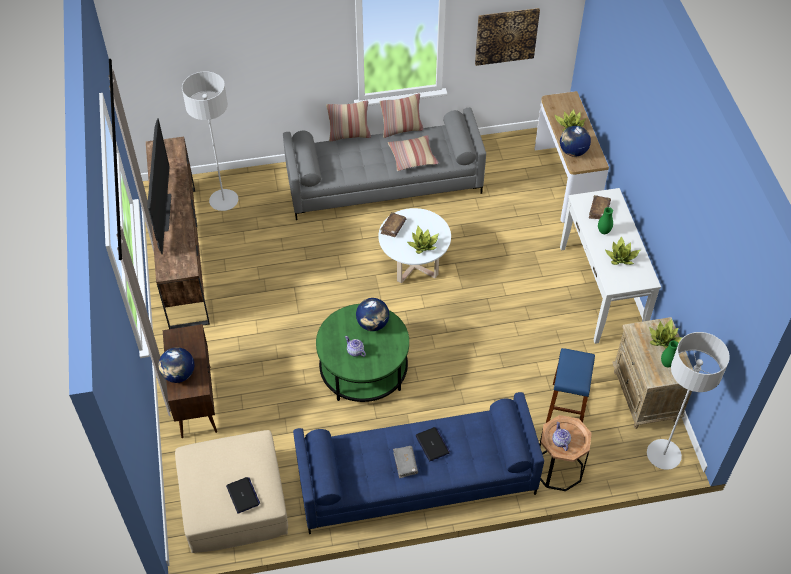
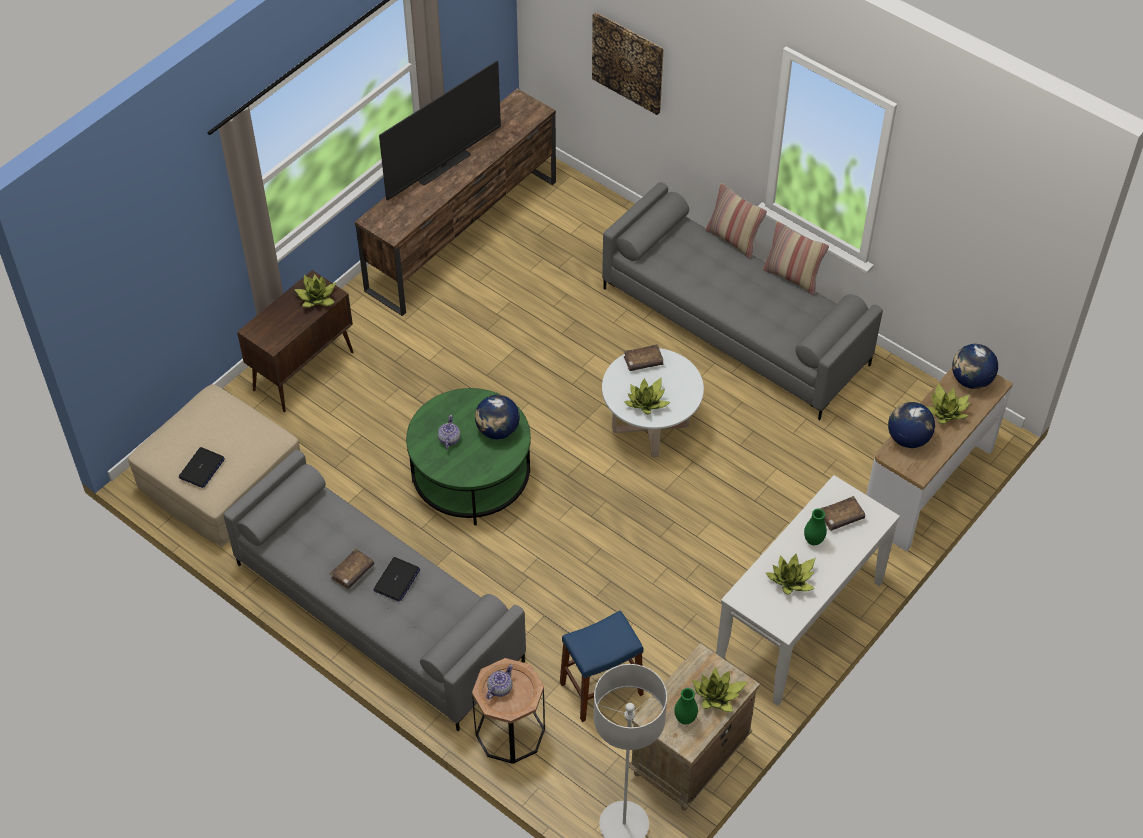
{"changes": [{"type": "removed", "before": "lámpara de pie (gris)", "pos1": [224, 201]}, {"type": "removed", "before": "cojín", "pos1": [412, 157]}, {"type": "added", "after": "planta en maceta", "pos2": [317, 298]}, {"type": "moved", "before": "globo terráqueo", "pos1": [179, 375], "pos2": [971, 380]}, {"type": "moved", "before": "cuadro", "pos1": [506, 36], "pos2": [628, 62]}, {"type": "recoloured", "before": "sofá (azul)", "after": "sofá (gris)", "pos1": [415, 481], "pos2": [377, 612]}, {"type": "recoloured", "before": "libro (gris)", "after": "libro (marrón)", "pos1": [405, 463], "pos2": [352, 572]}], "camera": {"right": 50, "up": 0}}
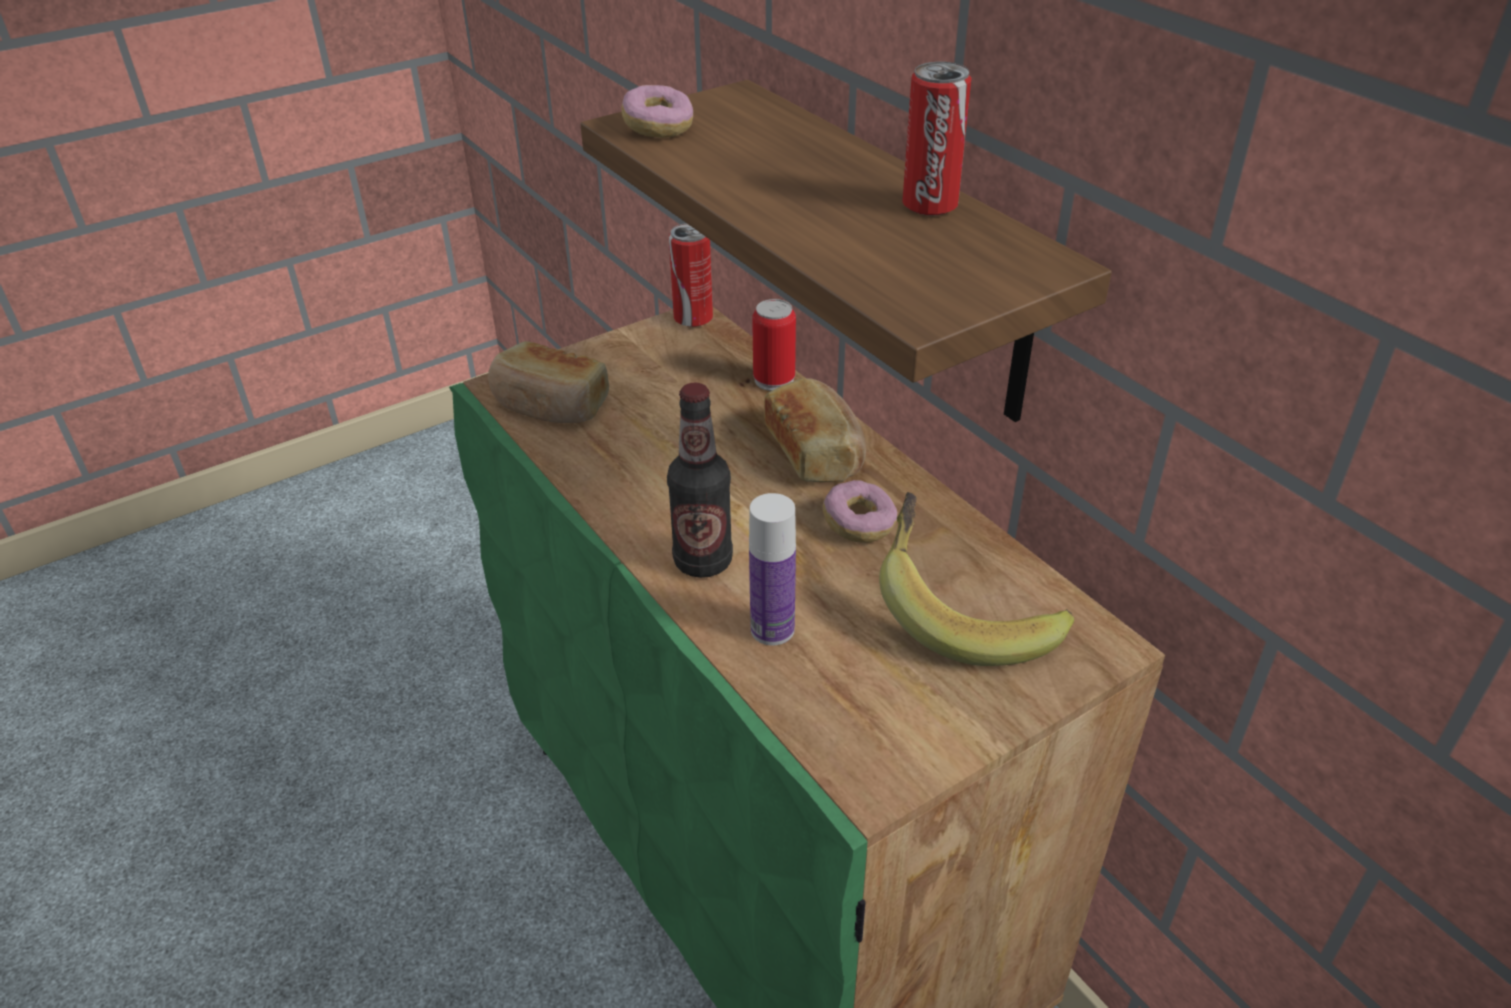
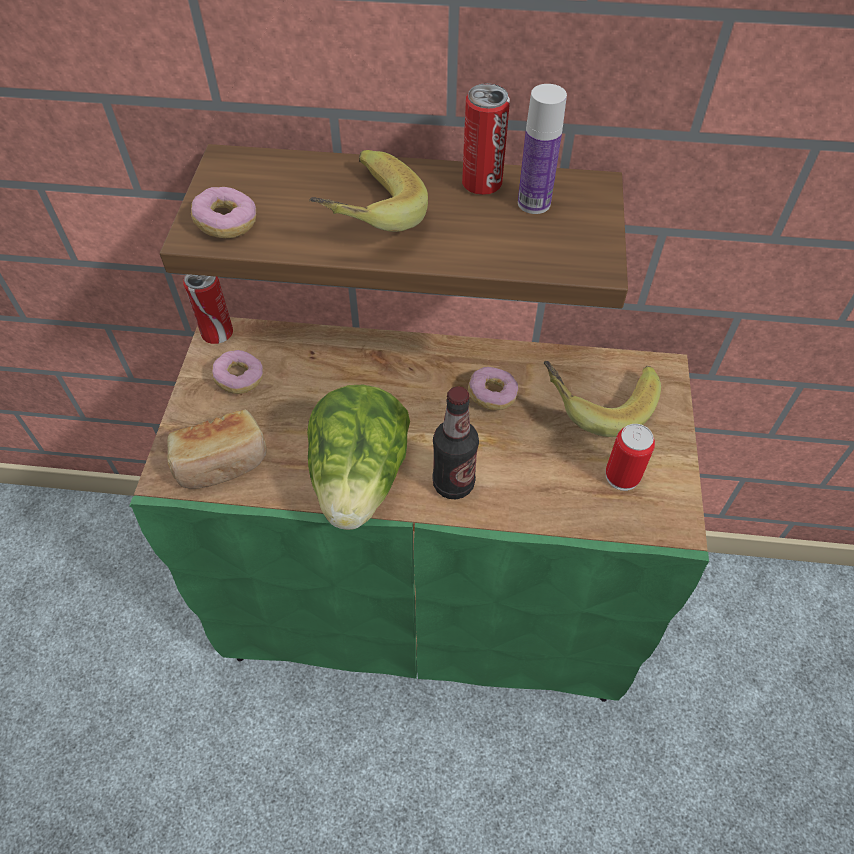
{"changes": [{"type": "removed", "before": "pan", "pos1": [816, 451]}, {"type": "added", "after": "rosquilla", "pos2": [240, 379]}, {"type": "added", "after": "lechuga", "pos2": [360, 480]}, {"type": "added", "after": "plátano", "pos2": [363, 218]}, {"type": "moved", "before": "botella", "pos1": [772, 629], "pos2": [534, 203]}, {"type": "moved", "before": "lata", "pos1": [774, 380], "pos2": [622, 476]}], "camera": {"right": -50, "up": 15}}
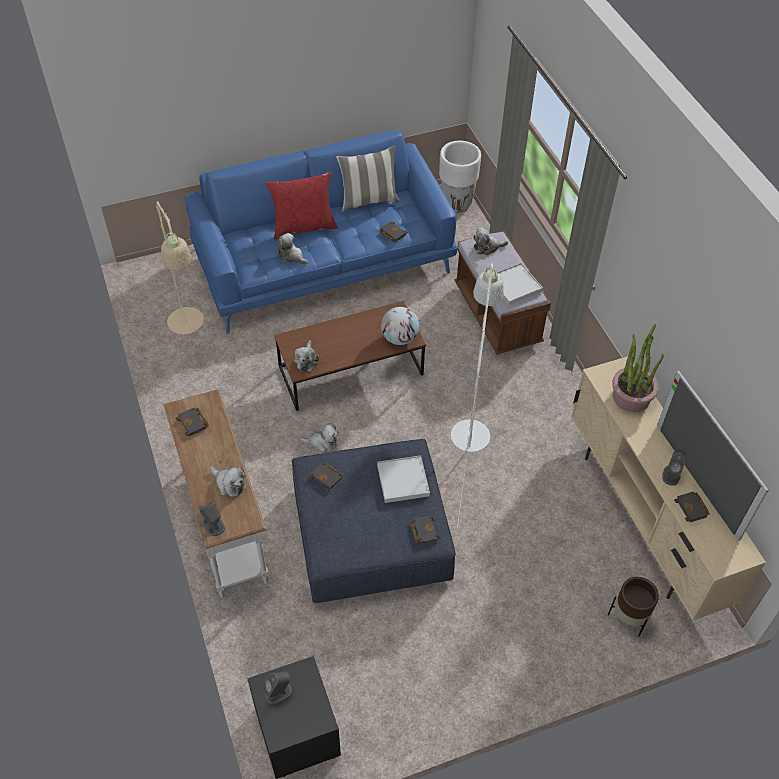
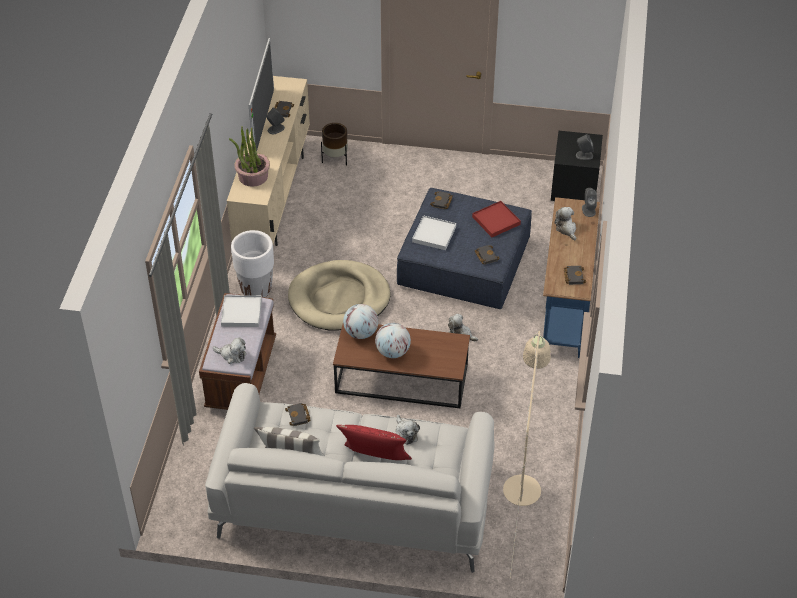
{"changes": [{"type": "removed", "before": "peluche", "pos1": [306, 360]}, {"type": "added", "after": "globo terráqueo", "pos2": [392, 352]}, {"type": "added", "after": "bandeja (rojo)", "pos2": [496, 221]}, {"type": "moved", "before": "maceta (blanco)", "pos1": [456, 203], "pos2": [256, 290]}, {"type": "replaced", "before": "lámpara de pie (blanco)", "after": "cama para perro (beis)", "pos1": [471, 427], "pos2": [339, 299]}, {"type": "recoloured", "before": "mesa consola (blanco)", "after": "mesa consola (azul)", "pos1": [226, 524], "pos2": [564, 309]}, {"type": "recoloured", "before": "sofá (azul)", "after": "sofá (blanco)", "pos1": [324, 260], "pos2": [353, 498]}], "camera": {"right": -150, "up": -5}}
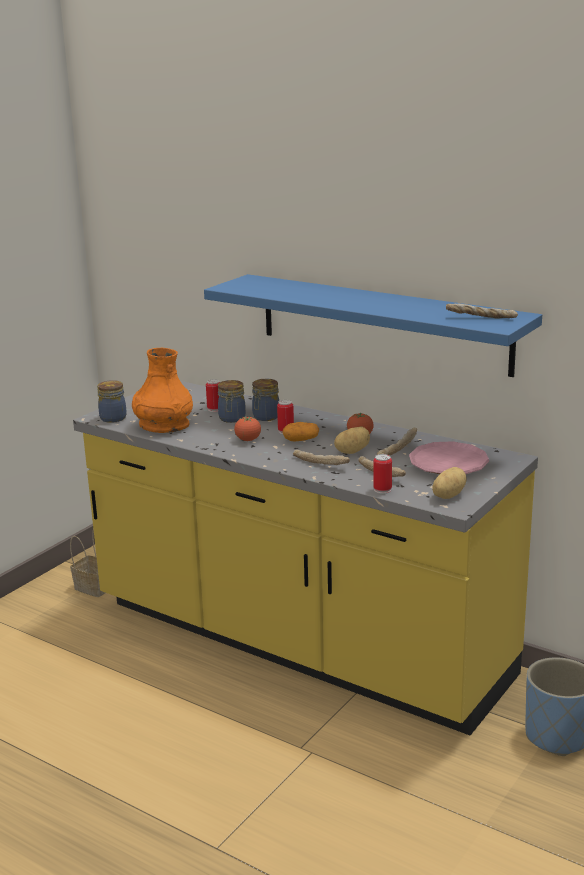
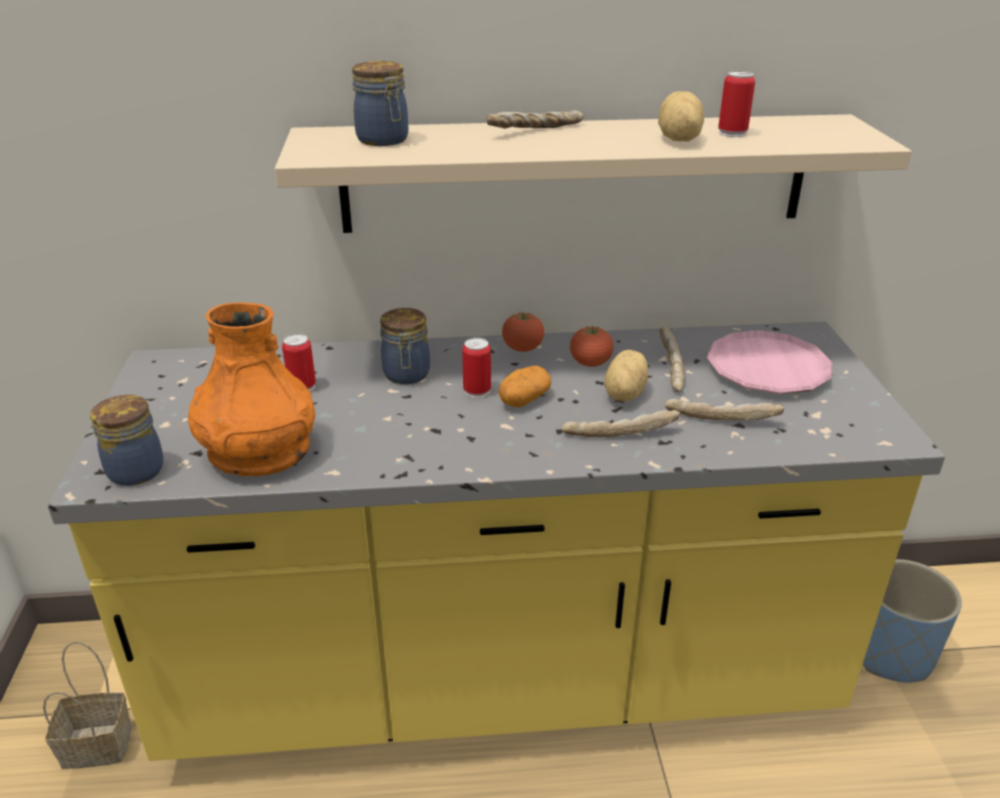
{"changes": [{"type": "moved", "before": "tarro", "pos1": [232, 419], "pos2": [384, 140]}, {"type": "moved", "before": "tomate", "pos1": [248, 440], "pos2": [522, 349]}, {"type": "moved", "before": "lata", "pos1": [382, 490], "pos2": [732, 133]}, {"type": "moved", "before": "patata", "pos1": [447, 495], "pos2": [677, 140]}, {"type": "moved", "before": "pan", "pos1": [481, 318], "pos2": [536, 131]}, {"type": "recoloured", "before": "estante (azul)", "after": "estante (beis)", "pos1": [382, 323], "pos2": [575, 173]}], "camera": {"right": -40, "up": 10}}
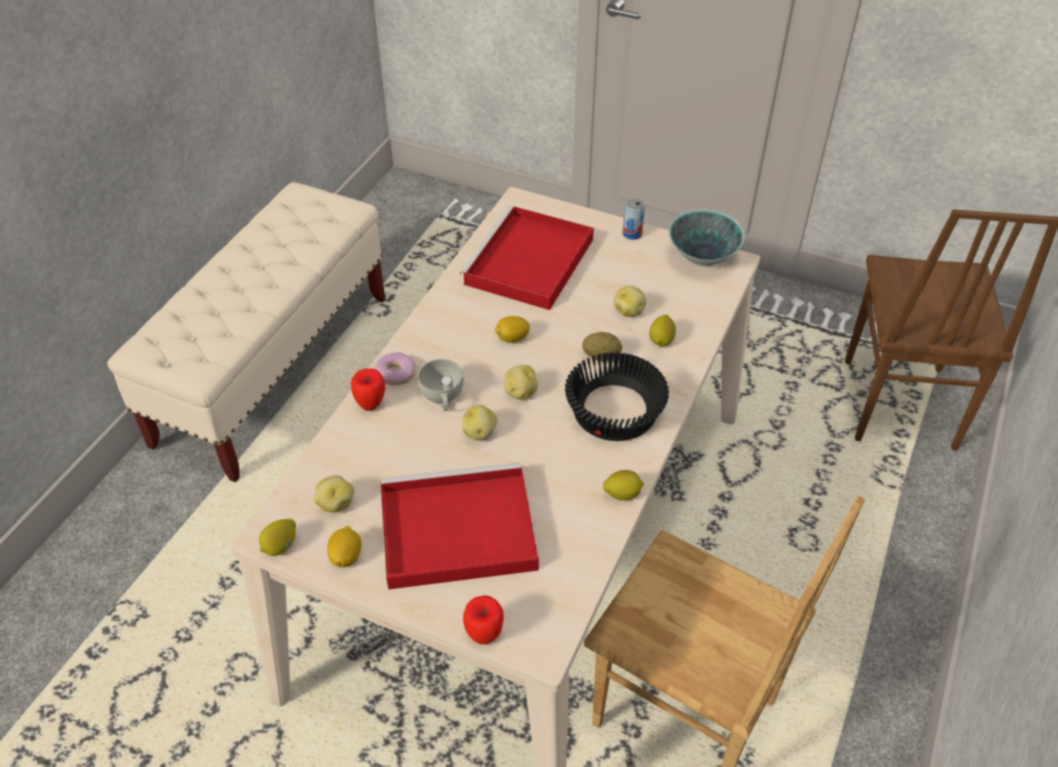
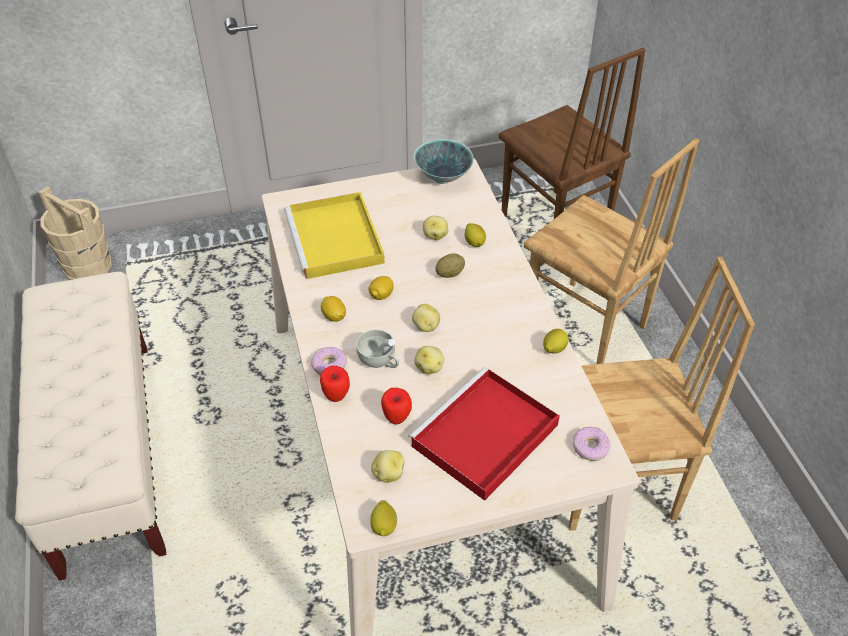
{"changes": [{"type": "removed", "before": "cuenco (negro)", "pos1": [613, 412]}, {"type": "removed", "before": "lata", "pos1": [632, 234]}, {"type": "added", "after": "cubo (beis)", "pos2": [88, 266]}, {"type": "added", "after": "silla (marrón)", "pos2": [584, 327]}, {"type": "added", "after": "rosquilla", "pos2": [590, 447]}, {"type": "moved", "before": "limón", "pos1": [346, 556], "pos2": [334, 316]}, {"type": "moved", "before": "manzana", "pos1": [484, 635], "pos2": [396, 418]}, {"type": "recoloured", "before": "bandeja (rojo)", "after": "bandeja (amarillo)", "pos1": [529, 263], "pos2": [336, 240]}], "camera": {"right": -40, "up": 0}}
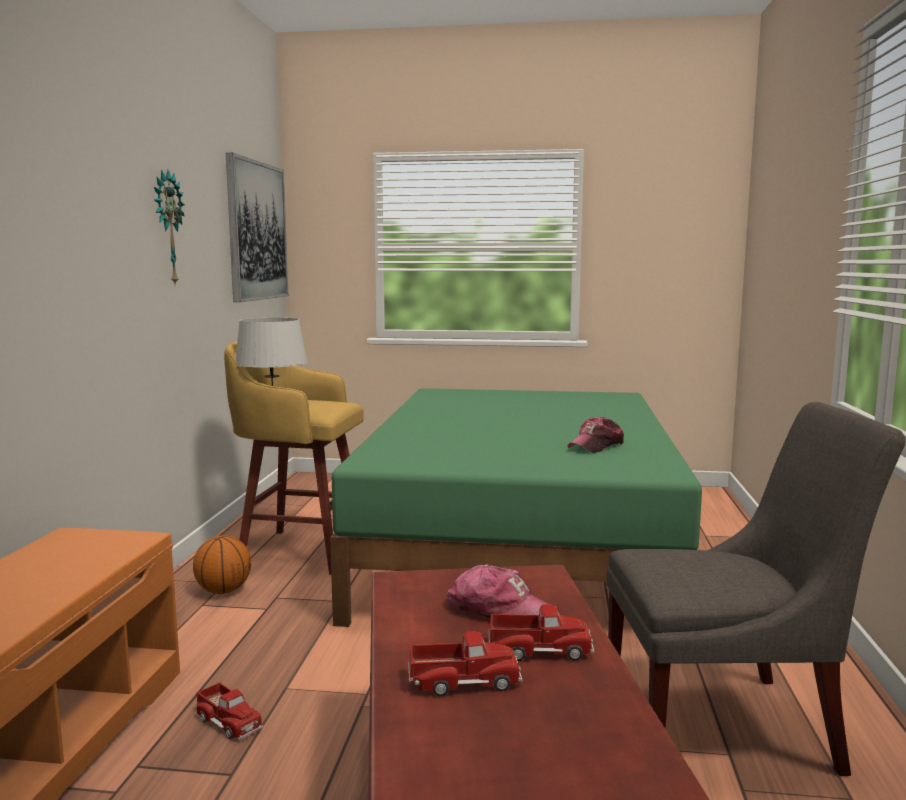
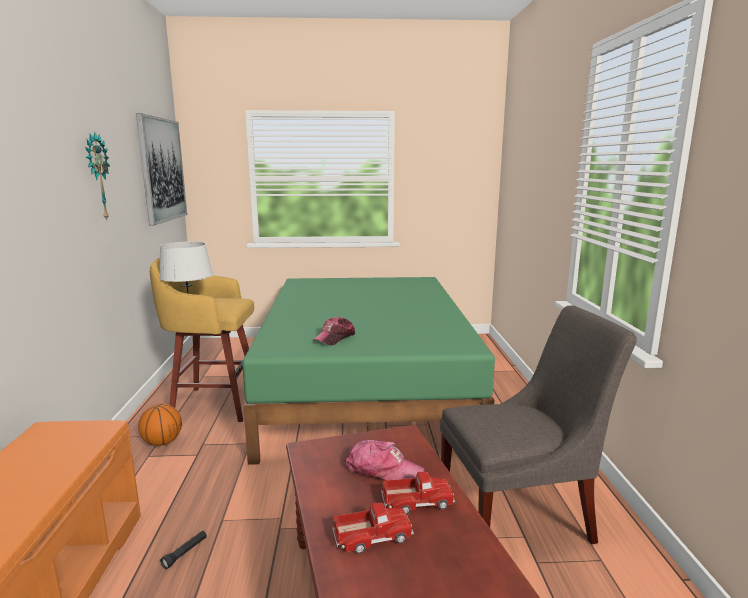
{"changes": [{"type": "moved", "before": "gorra", "pos1": [596, 446], "pos2": [335, 338]}, {"type": "replaced", "before": "camión de juguete", "after": "linterna (negro)", "pos1": [229, 721], "pos2": [185, 553]}], "camera": {"right": -10, "up": 5}}
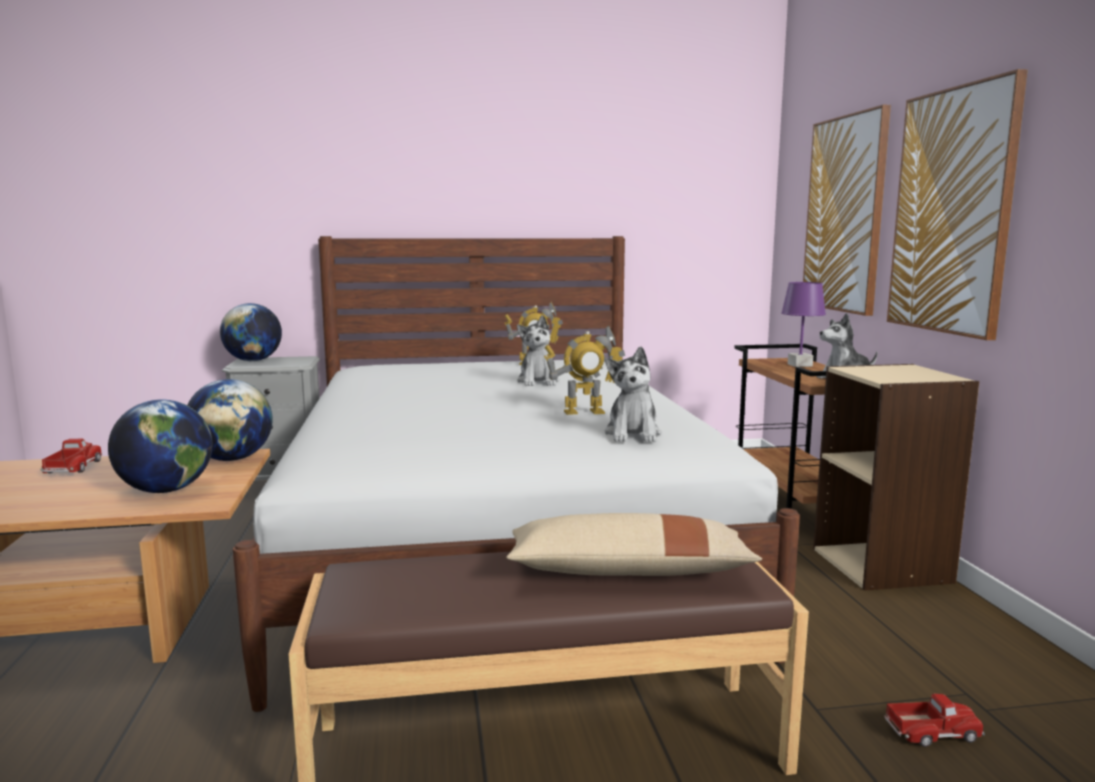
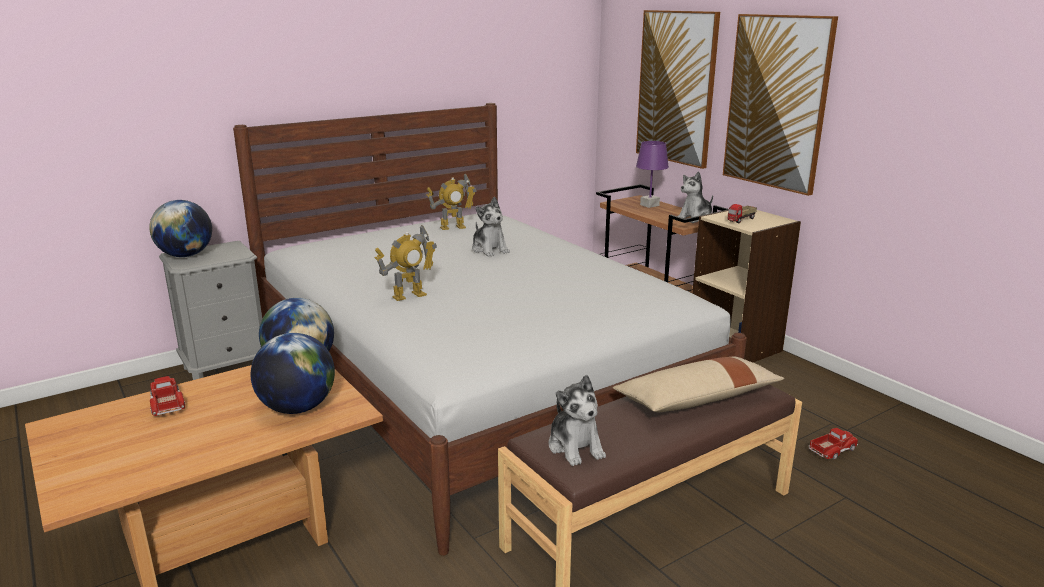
{"changes": [{"type": "added", "after": "camión de juguete", "pos2": [741, 220]}, {"type": "moved", "before": "robot de juguete", "pos1": [584, 412], "pos2": [409, 295]}, {"type": "moved", "before": "peluche", "pos1": [633, 434], "pos2": [575, 447]}], "camera": {"right": -25, "up": 10}}
